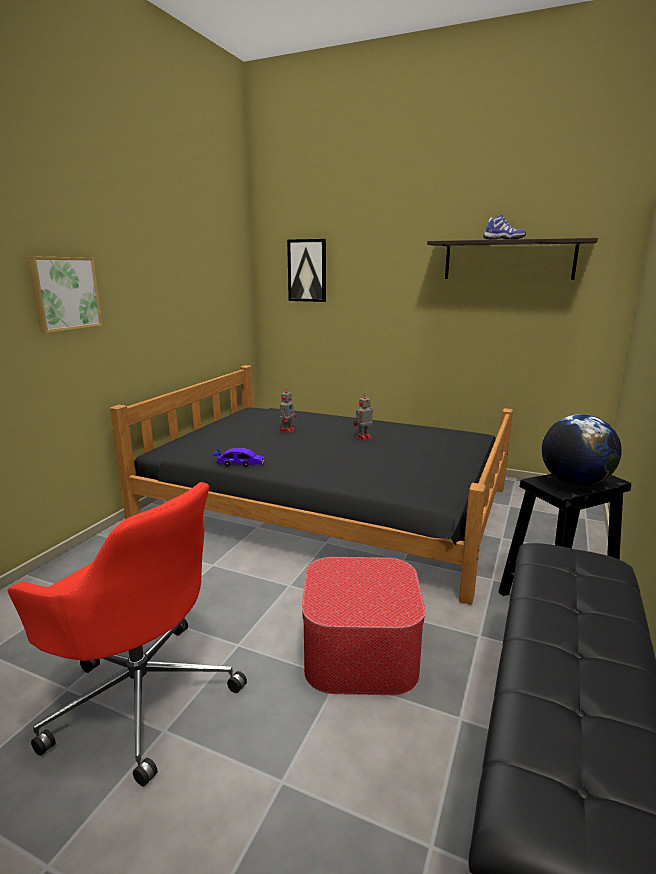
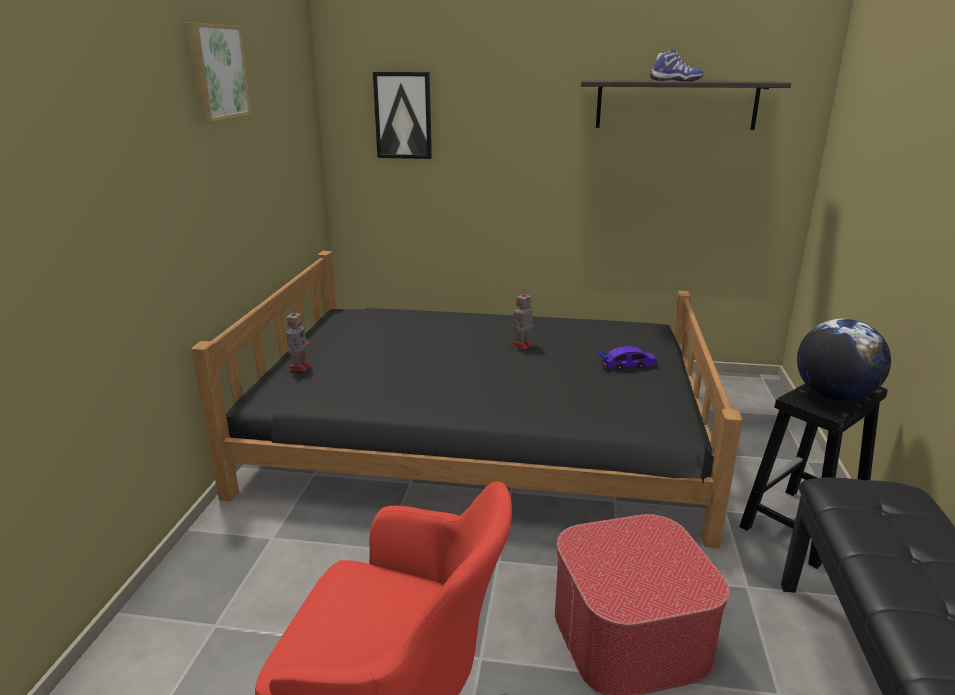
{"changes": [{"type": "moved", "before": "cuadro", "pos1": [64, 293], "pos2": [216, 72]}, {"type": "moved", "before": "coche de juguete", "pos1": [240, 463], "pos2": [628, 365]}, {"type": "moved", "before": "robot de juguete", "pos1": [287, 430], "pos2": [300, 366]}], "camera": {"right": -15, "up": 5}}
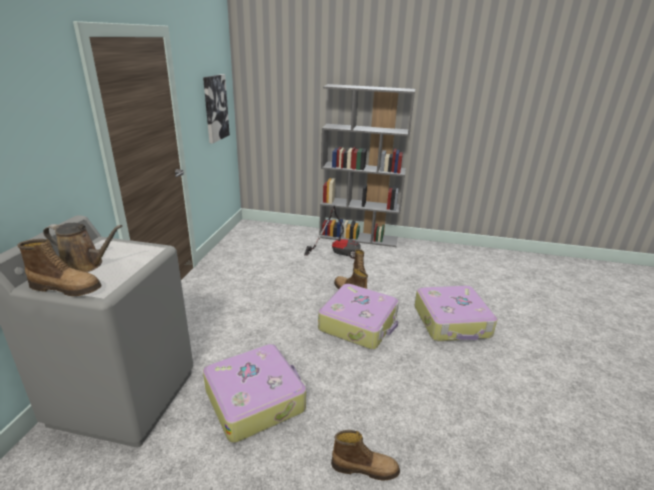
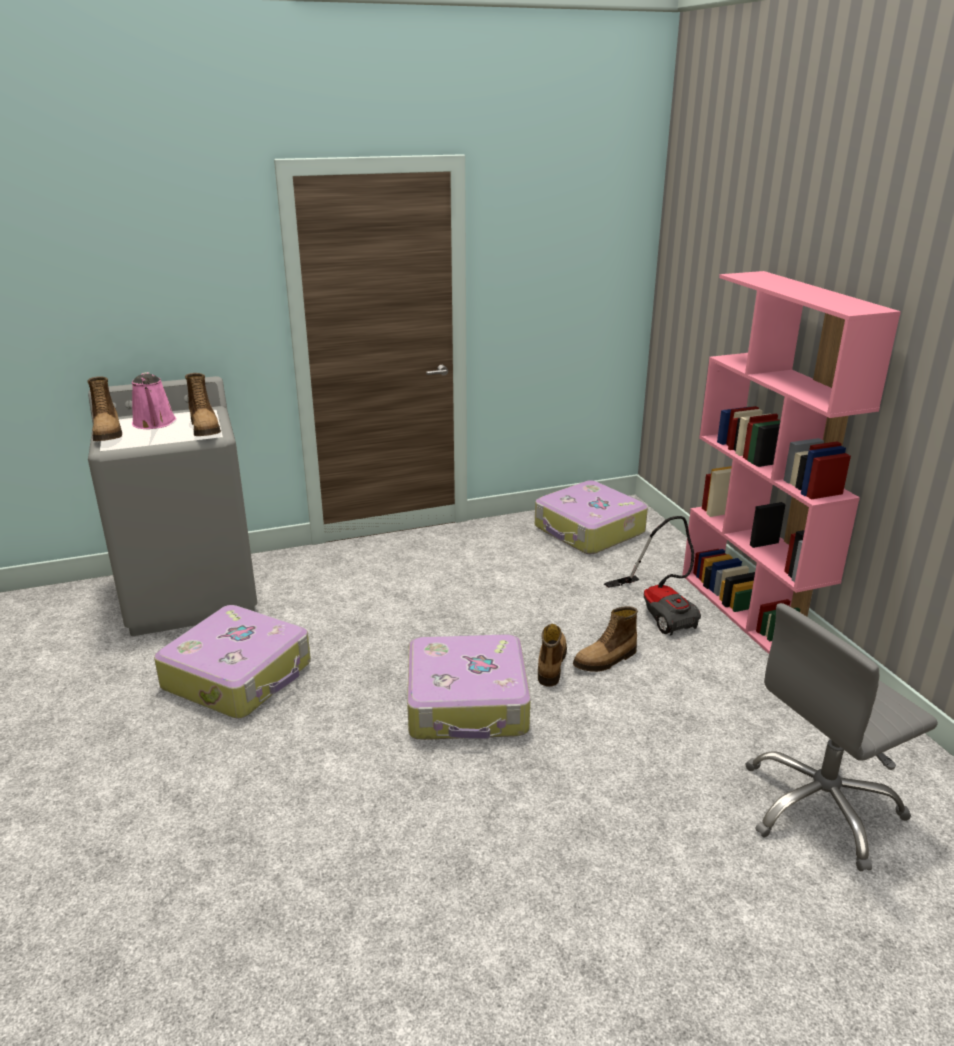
{"changes": [{"type": "removed", "before": "cuadro", "pos1": [215, 108]}, {"type": "added", "after": "silla de oficina (gris)", "pos2": [821, 808]}, {"type": "moved", "before": "bota", "pos1": [365, 467], "pos2": [205, 429]}, {"type": "moved", "before": "maleta", "pos1": [452, 322], "pos2": [589, 531]}, {"type": "recoloured", "before": "regadera (marrón)", "after": "regadera (rosa)", "pos1": [85, 265], "pos2": [154, 423]}, {"type": "recoloured", "before": "estantería (gris)", "after": "estantería (rosa)", "pos1": [359, 237], "pos2": [749, 613]}], "camera": {"right": 60, "up": 0}}
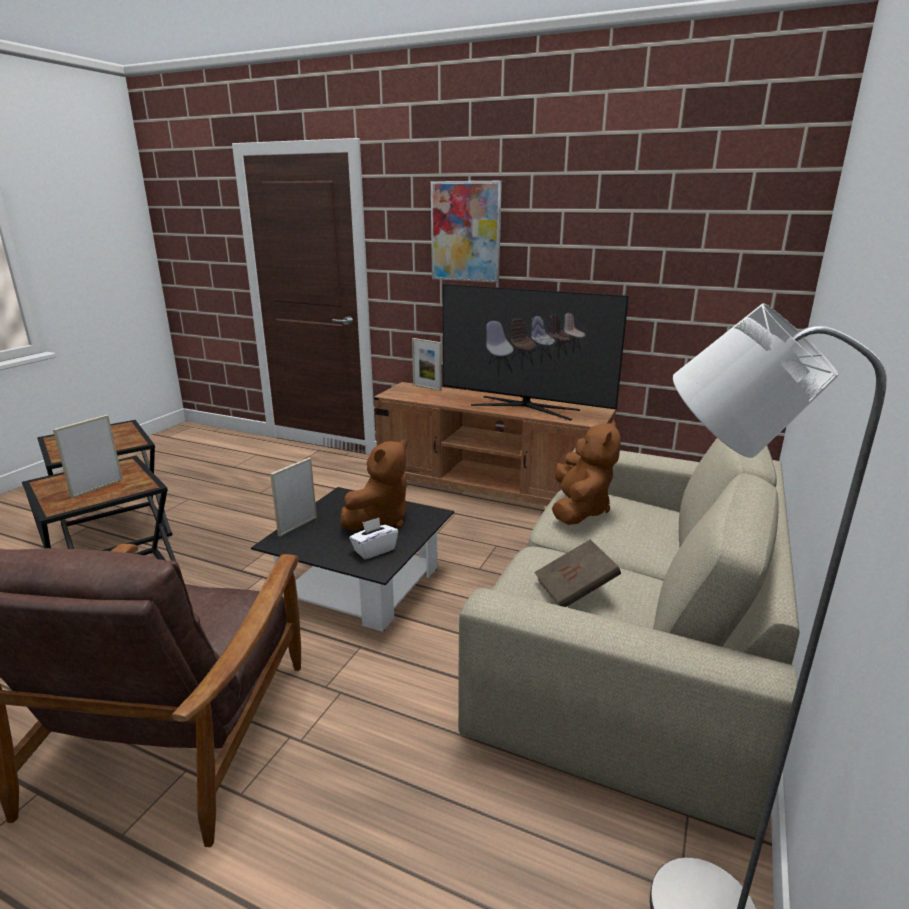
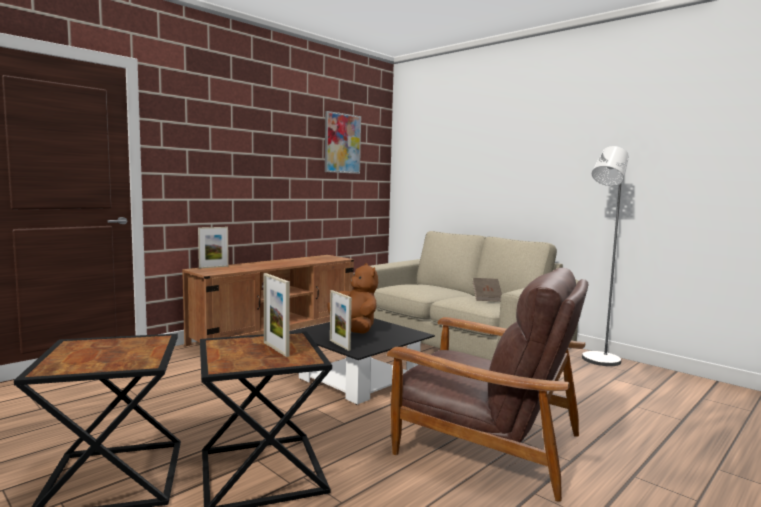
{"changes": [{"type": "removed", "before": "caja de pañuelos (blanco)", "pos1": [374, 550]}, {"type": "removed", "before": "televisor", "pos1": [524, 407]}, {"type": "removed", "before": "peluche (marrón)", "pos1": [579, 510]}, {"type": "moved", "before": "cuadro", "pos1": [465, 232], "pos2": [342, 143]}], "camera": {"right": -70, "up": -15}}
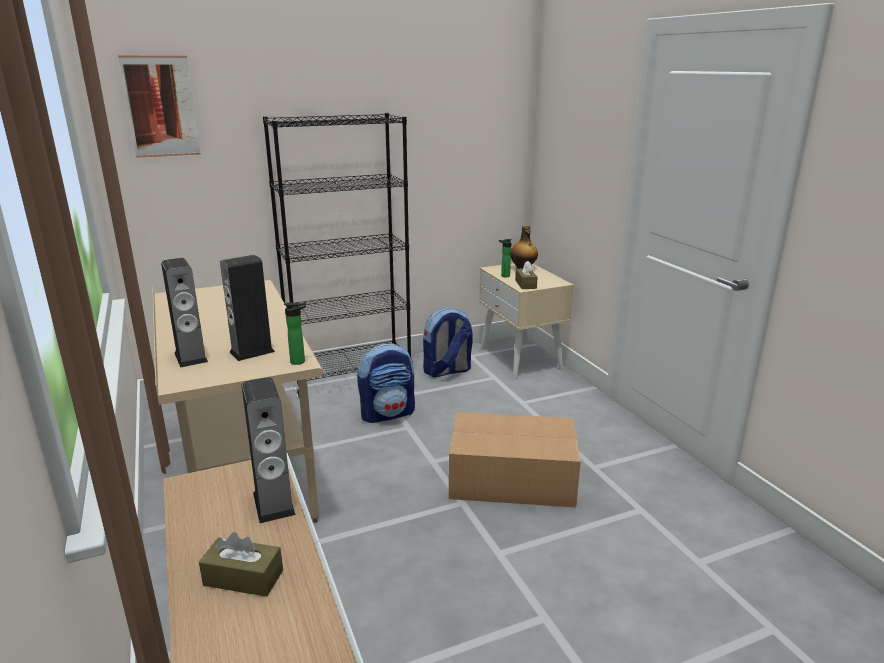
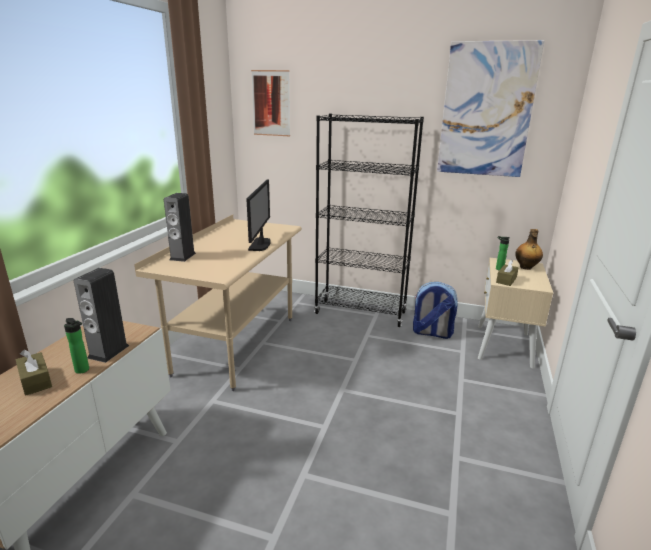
{"changes": [{"type": "removed", "before": "altavoz", "pos1": [252, 352]}, {"type": "removed", "before": "mochila", "pos1": [388, 413]}, {"type": "removed", "before": "caja de cartón", "pos1": [510, 478]}, {"type": "added", "after": "monitor", "pos2": [260, 245]}, {"type": "added", "after": "cuadro", "pos2": [486, 111]}, {"type": "moved", "before": "botella", "pos1": [300, 361], "pos2": [83, 370]}], "camera": {"right": 40, "up": 0}}
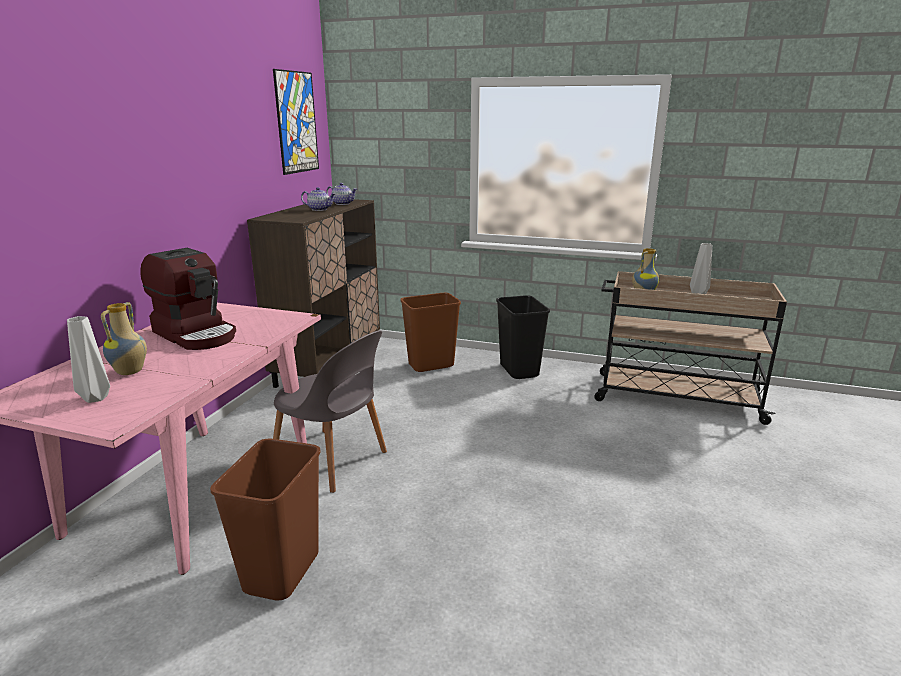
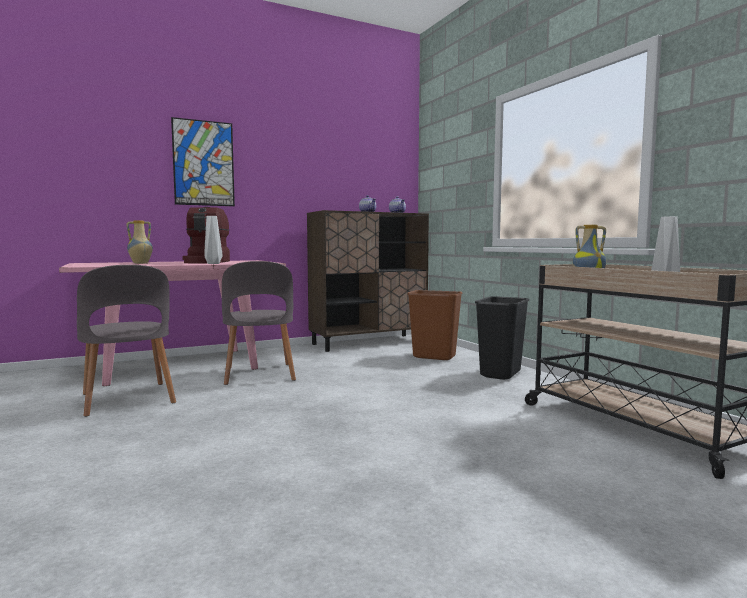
{"changes": [{"type": "moved", "before": "florero (gris)", "pos1": [95, 398], "pos2": [213, 263]}, {"type": "moved", "before": "cuadro", "pos1": [296, 122], "pos2": [203, 163]}, {"type": "replaced", "before": "papelera (marrón)", "after": "silla (gris)", "pos1": [282, 573], "pos2": [127, 400]}], "camera": {"right": 45, "up": -15}}
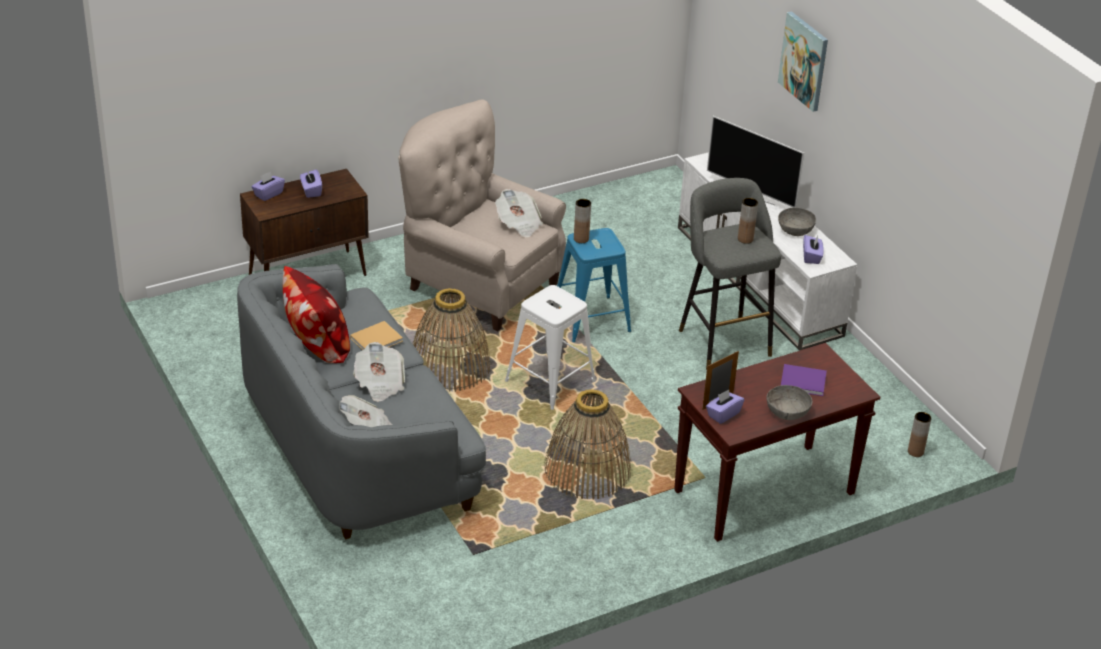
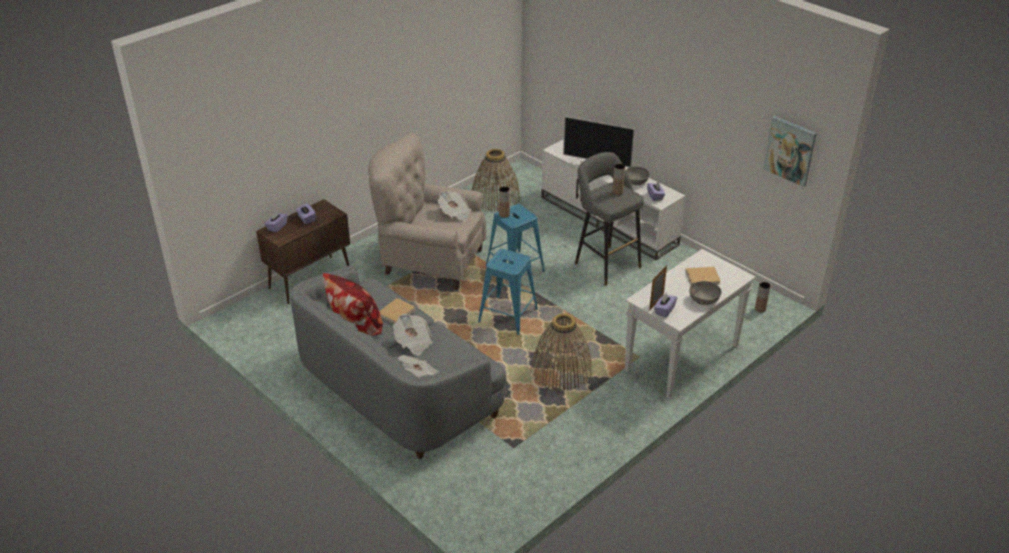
{"changes": [{"type": "moved", "before": "cesta", "pos1": [449, 366], "pos2": [495, 198]}, {"type": "moved", "before": "cuadro", "pos1": [804, 61], "pos2": [790, 150]}, {"type": "recoloured", "before": "taburete (blanco)", "after": "taburete (azul)", "pos1": [549, 381], "pos2": [507, 315]}, {"type": "recoloured", "before": "mesa consola (marrón)", "after": "mesa consola (blanco)", "pos1": [763, 494], "pos2": [681, 359]}, {"type": "recoloured", "before": "libro (morado)", "after": "libro (beis)", "pos1": [804, 382], "pos2": [703, 277]}], "camera": {"right": -15, "up": 0}}
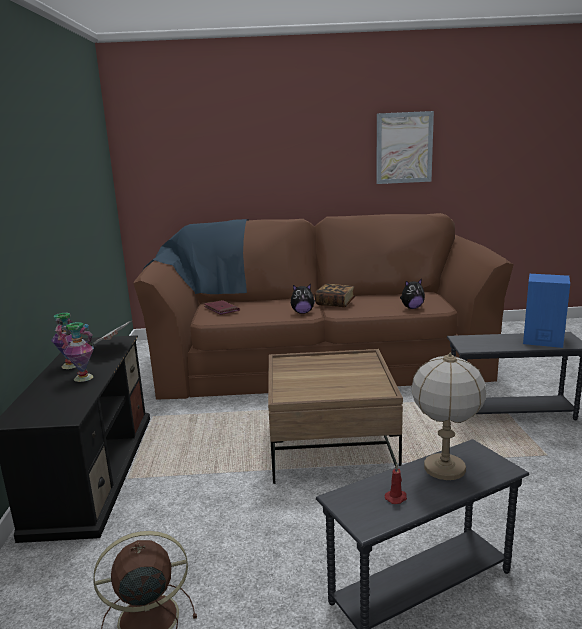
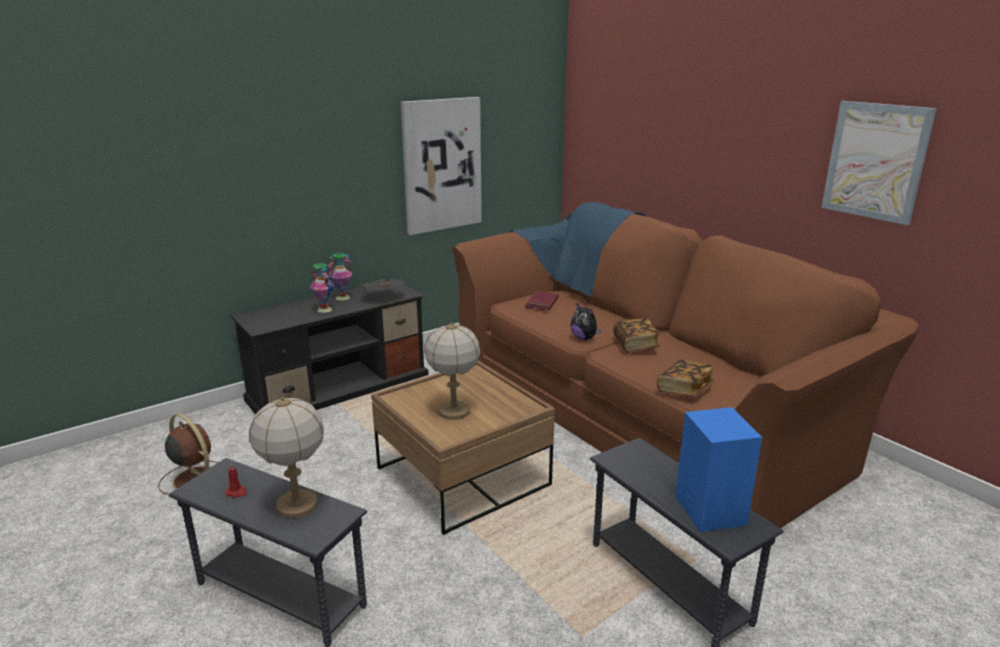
{"changes": [{"type": "added", "after": "cuadro", "pos2": [442, 165]}, {"type": "added", "after": "lámpara de mesa", "pos2": [454, 411]}, {"type": "replaced", "before": "peluche", "after": "libro", "pos1": [412, 308], "pos2": [684, 390]}], "camera": {"right": 55, "up": 5}}
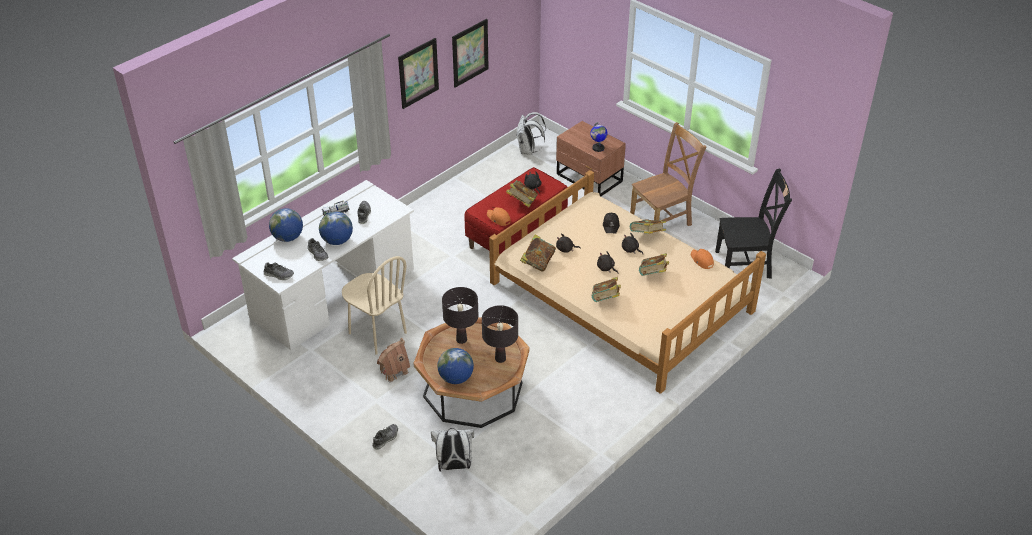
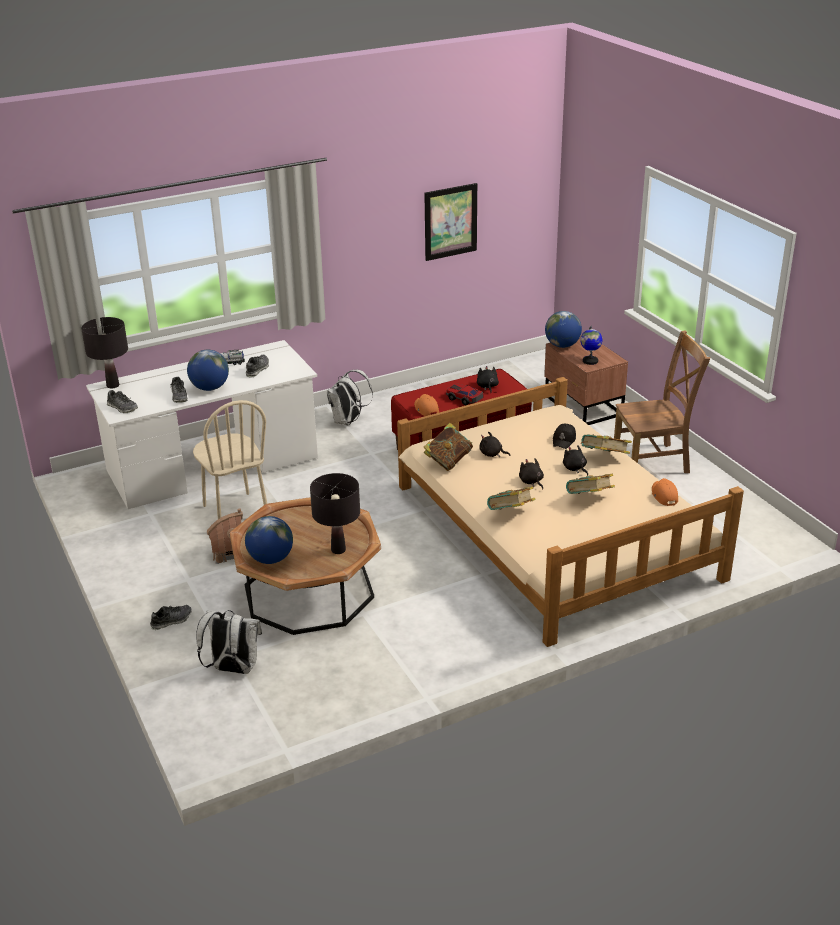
{"changes": [{"type": "removed", "before": "cuadro", "pos1": [418, 73]}, {"type": "removed", "before": "silla (negro)", "pos1": [746, 264]}, {"type": "moved", "before": "globo terráqueo", "pos1": [288, 237], "pos2": [562, 345]}, {"type": "moved", "before": "lámpara de mesa (negro)", "pos1": [461, 340], "pos2": [113, 385]}, {"type": "moved", "before": "mochila (blanco)", "pos1": [528, 150], "pos2": [348, 421]}, {"type": "replaced", "before": "libro", "after": "coche de juguete", "pos1": [522, 202], "pos2": [464, 399]}], "camera": {"right": 20, "up": -10}}
